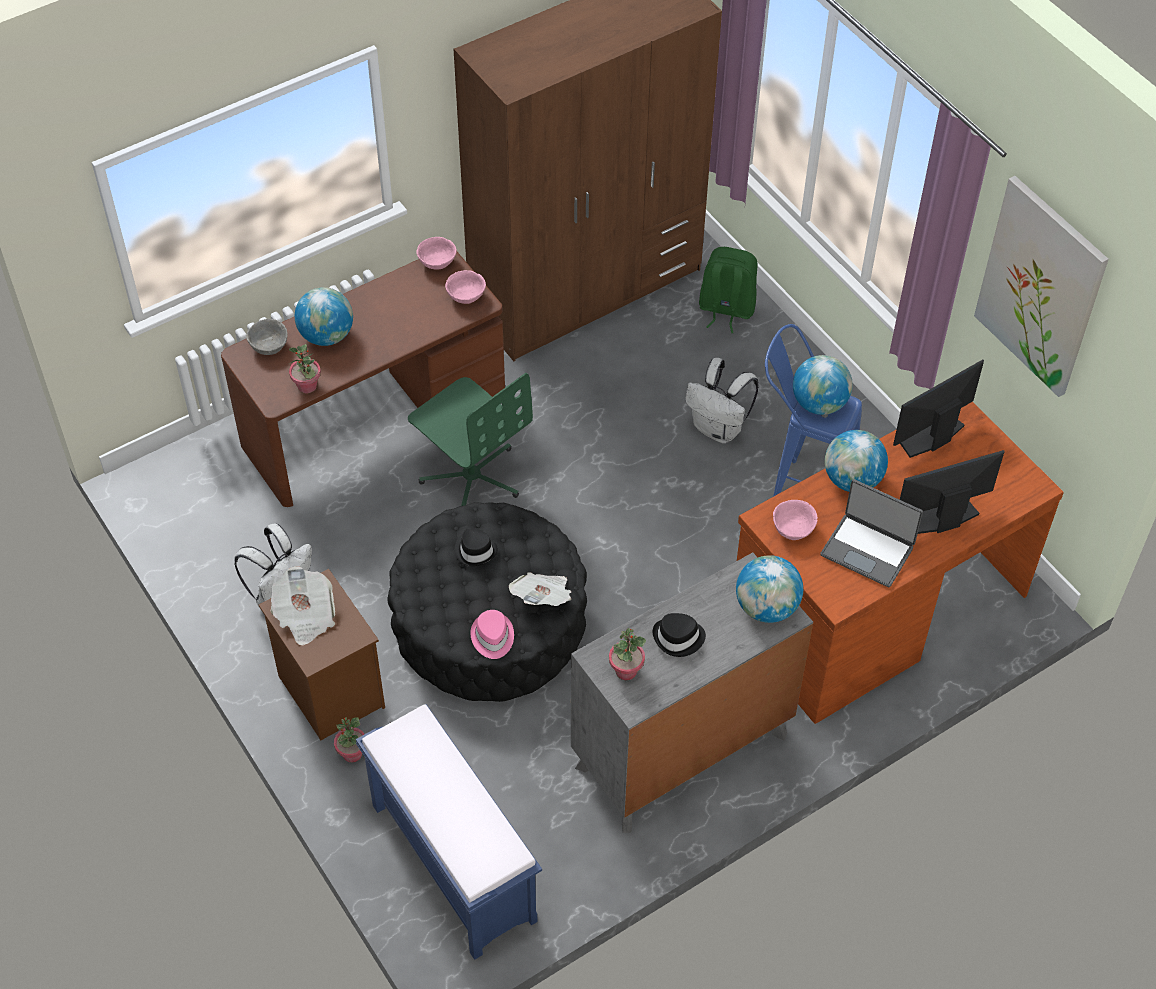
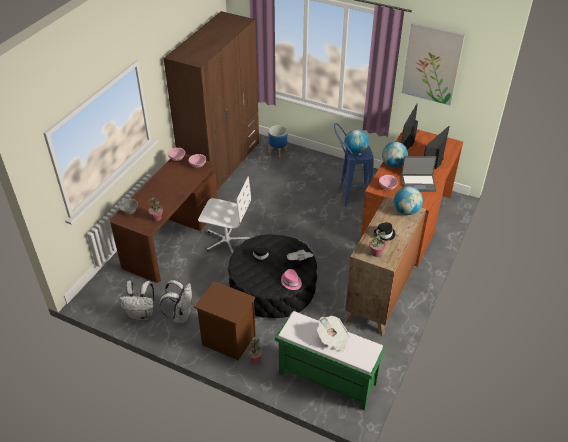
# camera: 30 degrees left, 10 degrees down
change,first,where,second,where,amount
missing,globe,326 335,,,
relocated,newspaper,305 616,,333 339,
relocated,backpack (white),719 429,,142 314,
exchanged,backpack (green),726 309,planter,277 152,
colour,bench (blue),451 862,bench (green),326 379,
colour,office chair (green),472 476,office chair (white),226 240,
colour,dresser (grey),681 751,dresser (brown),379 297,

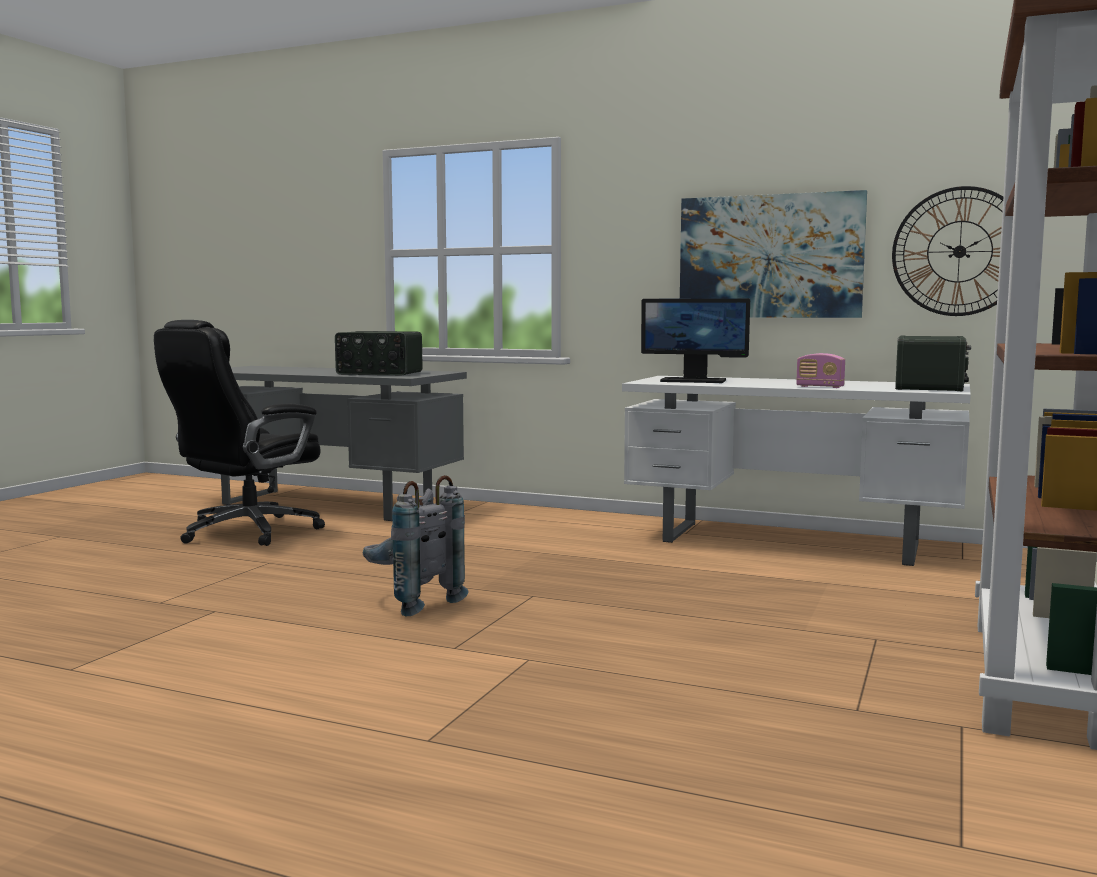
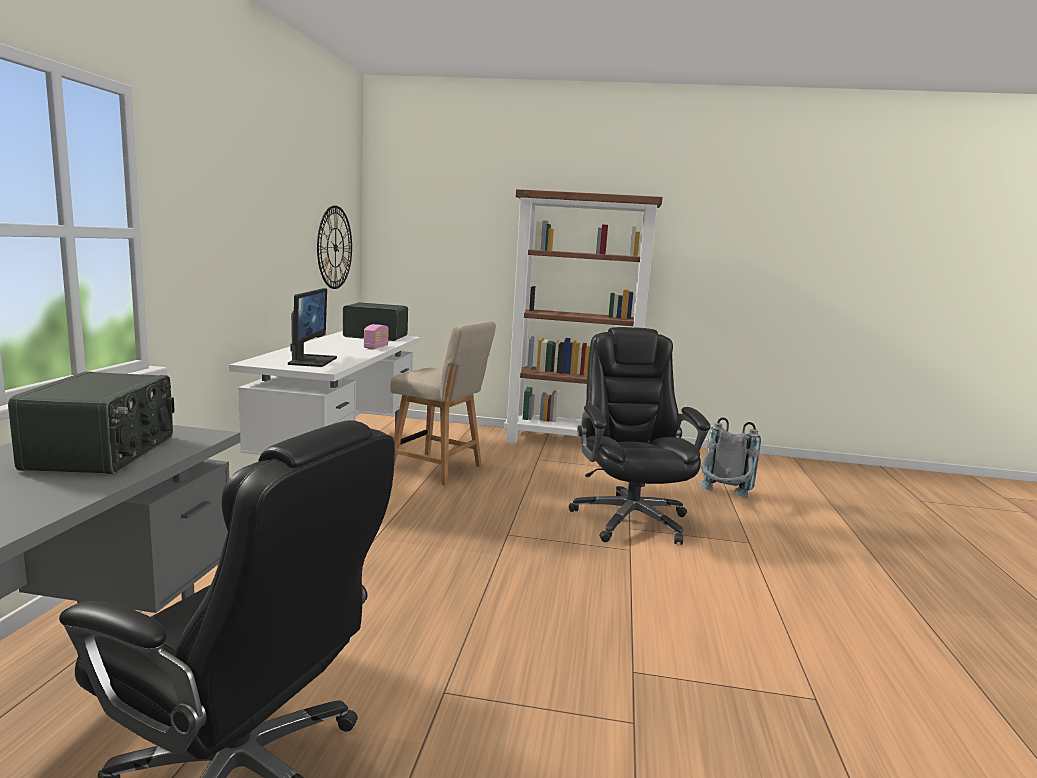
# camera: 105 degrees left, 5 degrees up
change,first,where,second,where,amount
missing,picture,770 256,,,
appeared,,,chair (beige),439 469,
appeared,,,office chair (black),630 519,
relocated,backpack (grey),410 602,,723 498,

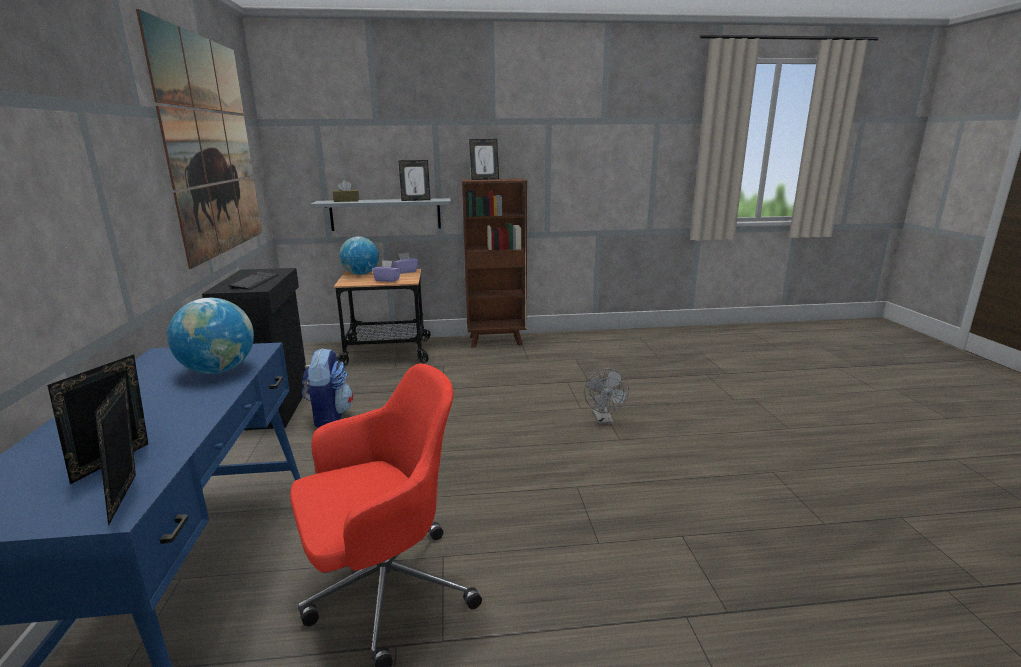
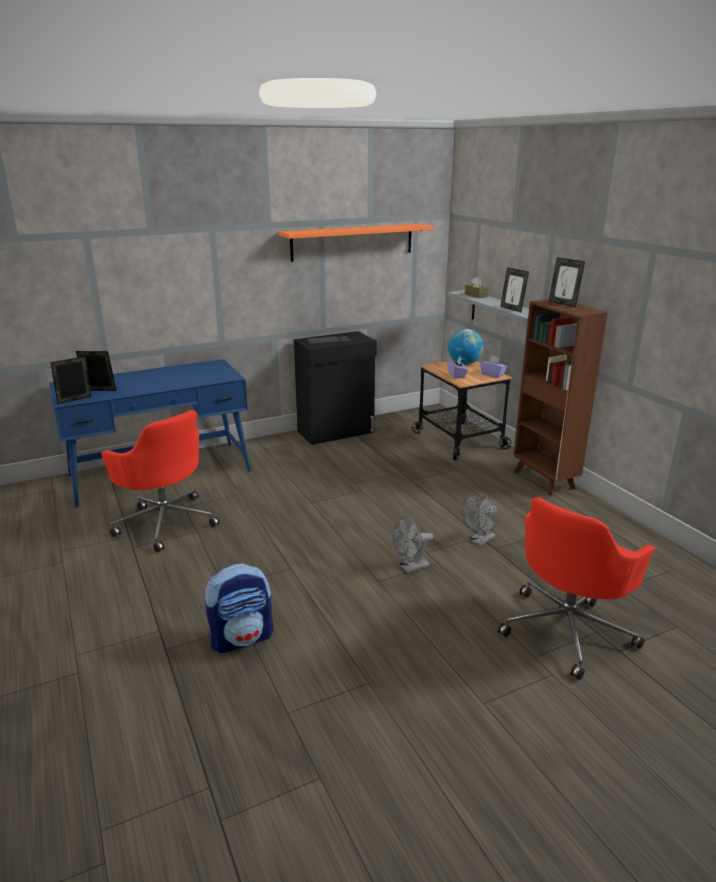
# camera: 70 degrees right, 5 degrees up
change,first,where,second,where,amount
missing,globe,219 370,,,
appeared,,,fan (grey),479 541,
appeared,,,office chair (red),567 629,
relocated,backpack,329 416,,242 638,
exchanged,picture,211 147,shelf (orange),352 242,

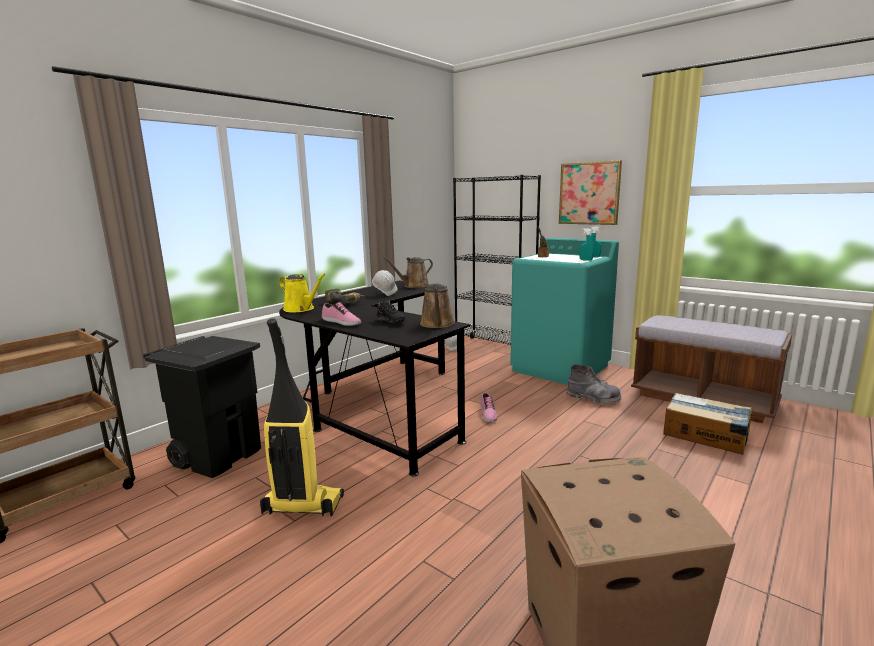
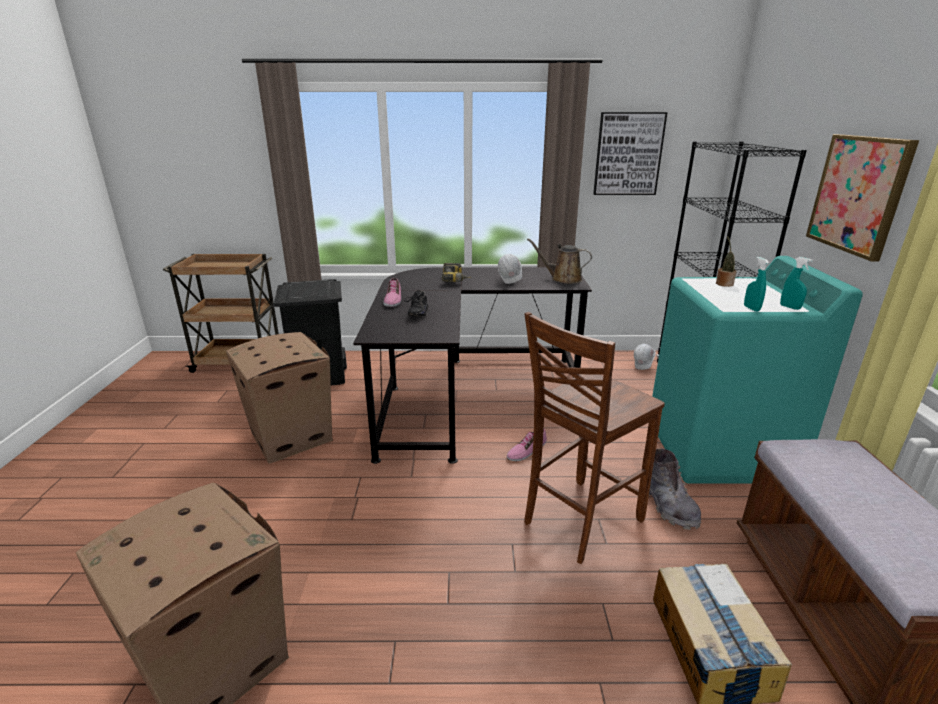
# camera: 50 degrees right, 10 degrees up
change,first,where,second,where,amount
missing,watering can (yellow),301 309,,,
missing,watering can (brown),437 324,,,
appeared,,,chair (brown),579 521,
appeared,,,picture,628 154,
exchanged,vacuum cleaner,302 506,cardboard box,291 436,

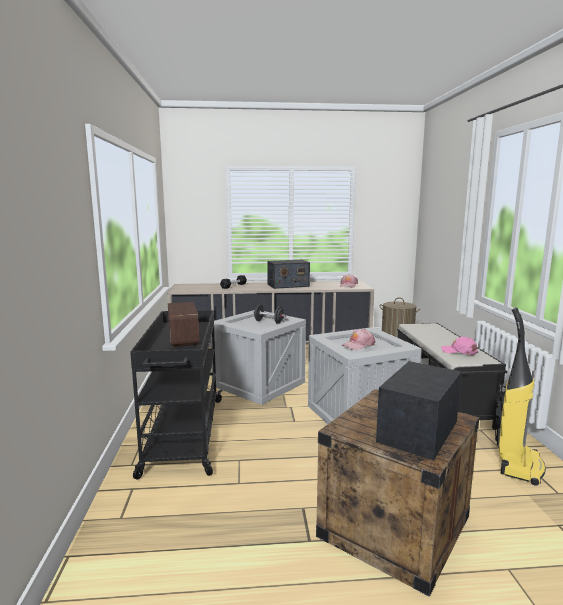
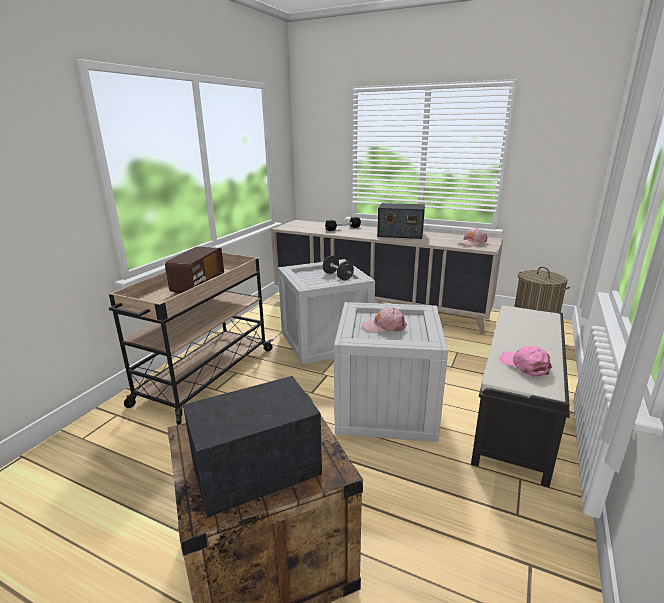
# camera: 30 degrees right, 10 degrees up
change,first,where,second,where,amount
missing,vacuum cleaner,518 465,,,
colour,cart (black),184 435,cart (beige),205 376,

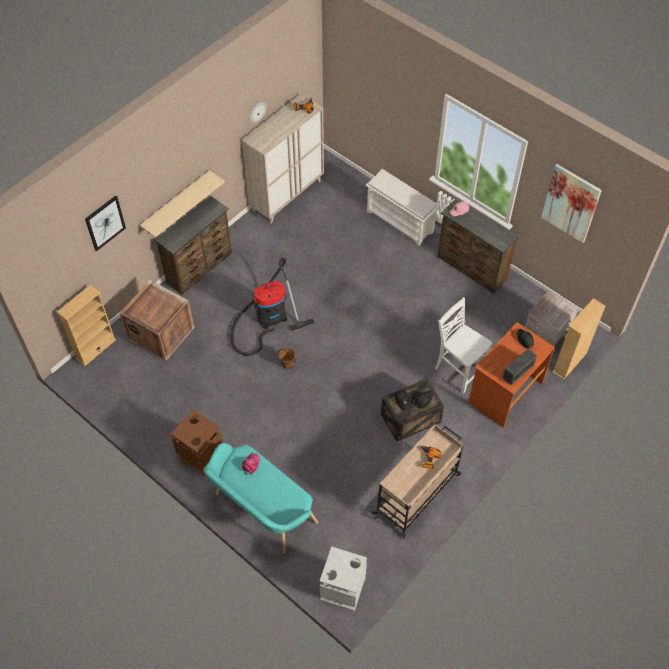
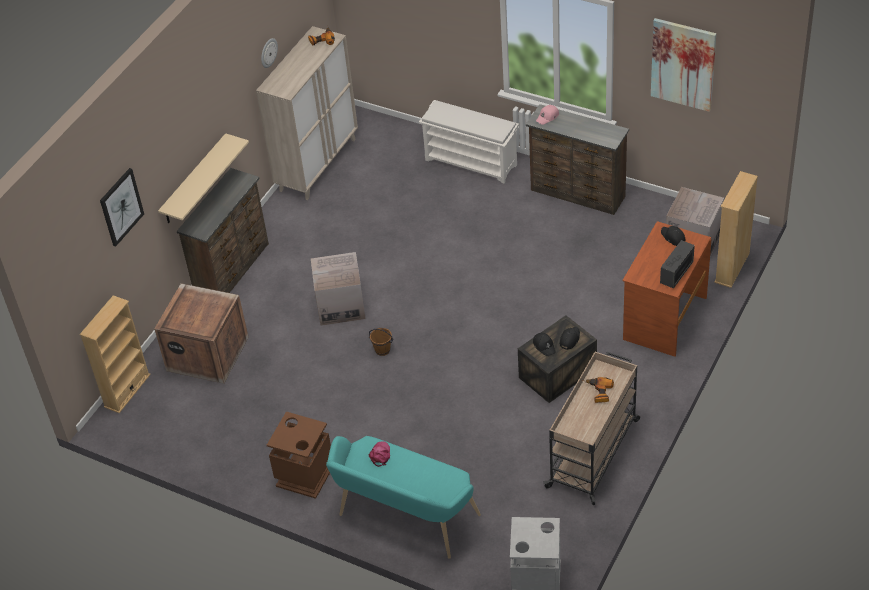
# camera: 10 degrees left, 10 degrees down
change,first,where,second,where,amount
missing,chair (white),458 370,,,
exchanged,vacuum cleaner,268 318,cardboard box,340 306,

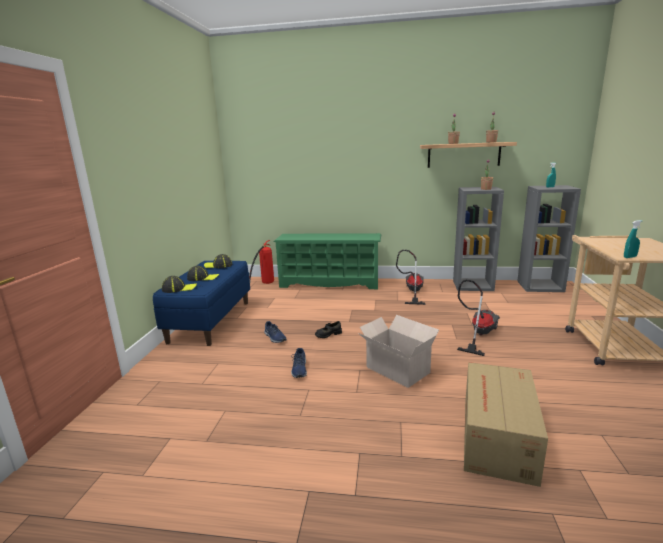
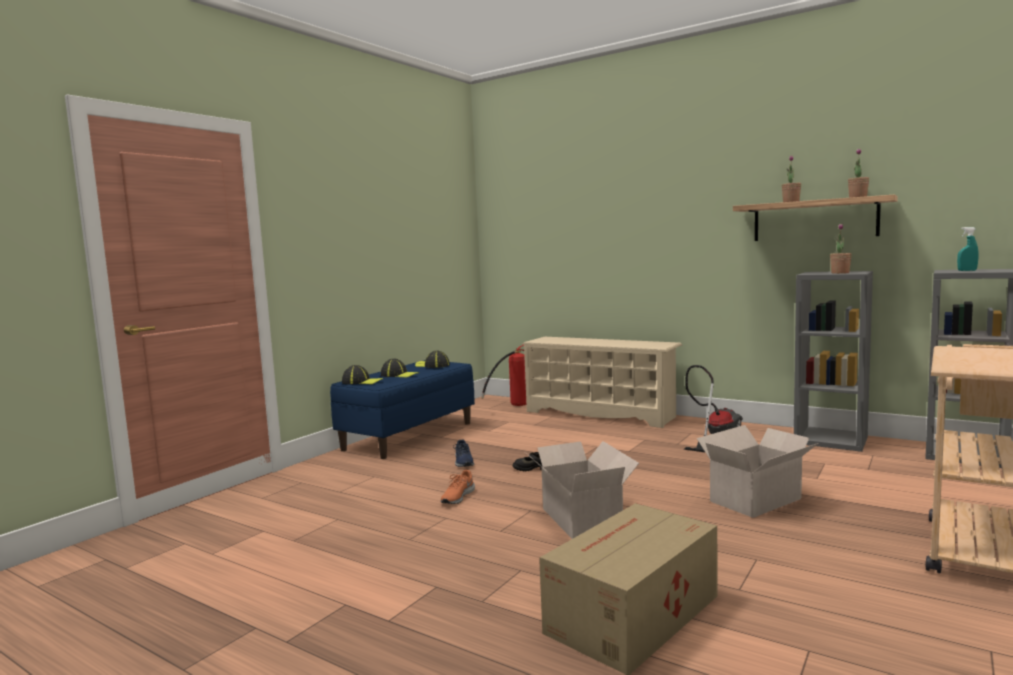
# camera: 25 degrees right, 10 degrees down
change,first,where,second,where,amount
missing,spray bottle (turquoise),630 257,,,
exchanged,vacuum cleaner,478 334,cardboard box,757 499,
colour,shoe rack (green),330 283,shoe rack (beige),601 414,
colour,shoe (blue),299 369,shoe (orange),457 497,

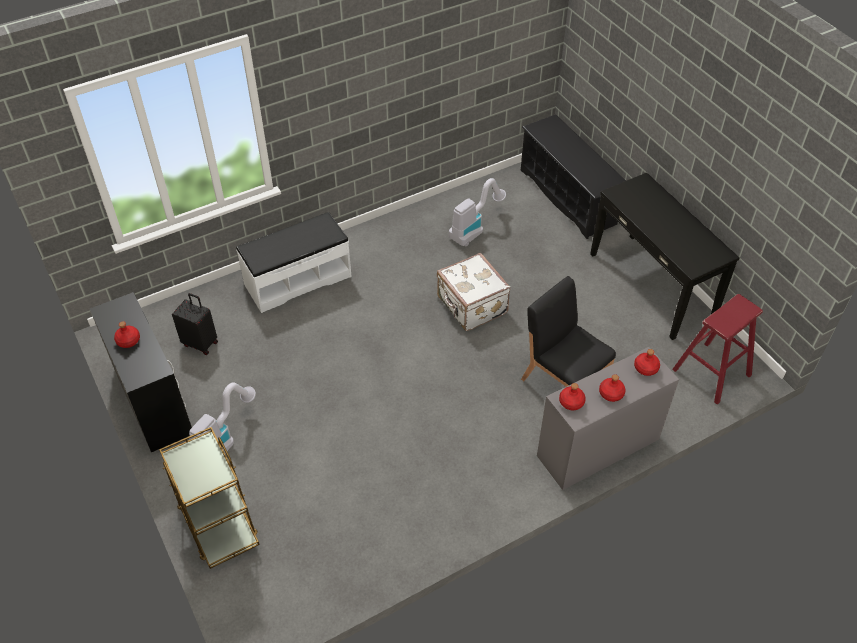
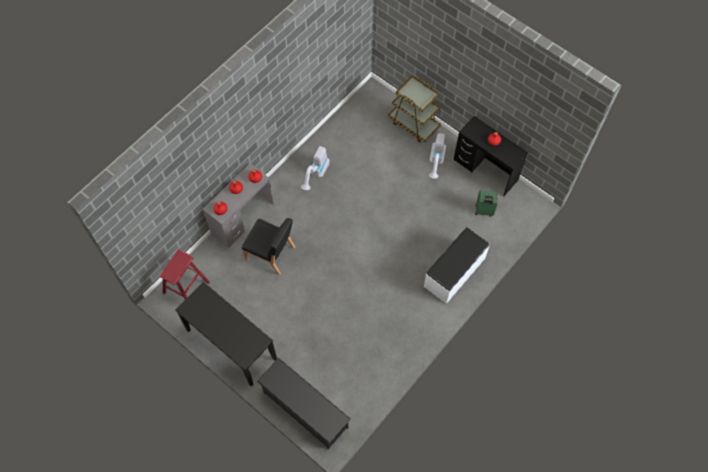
# camera: 160 degrees right, 15 degrees up
change,first,where,second,where,amount
missing,suitcase (white),471 306,,,
relocated,vacuum cleaner,474 228,,316 175,
colour,suitcase (black),201 343,suitcase (green),484 211,

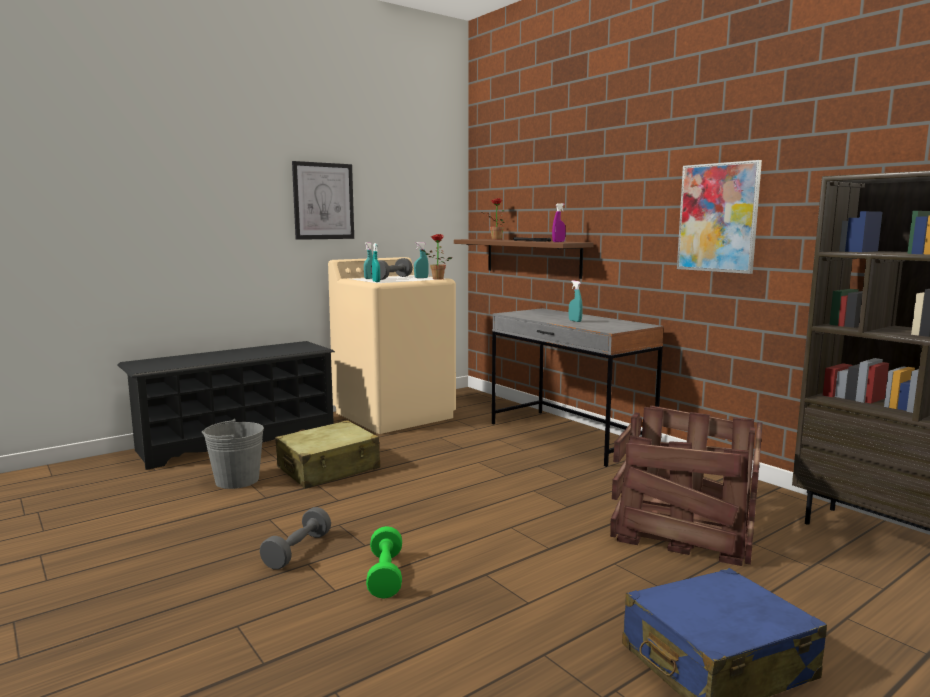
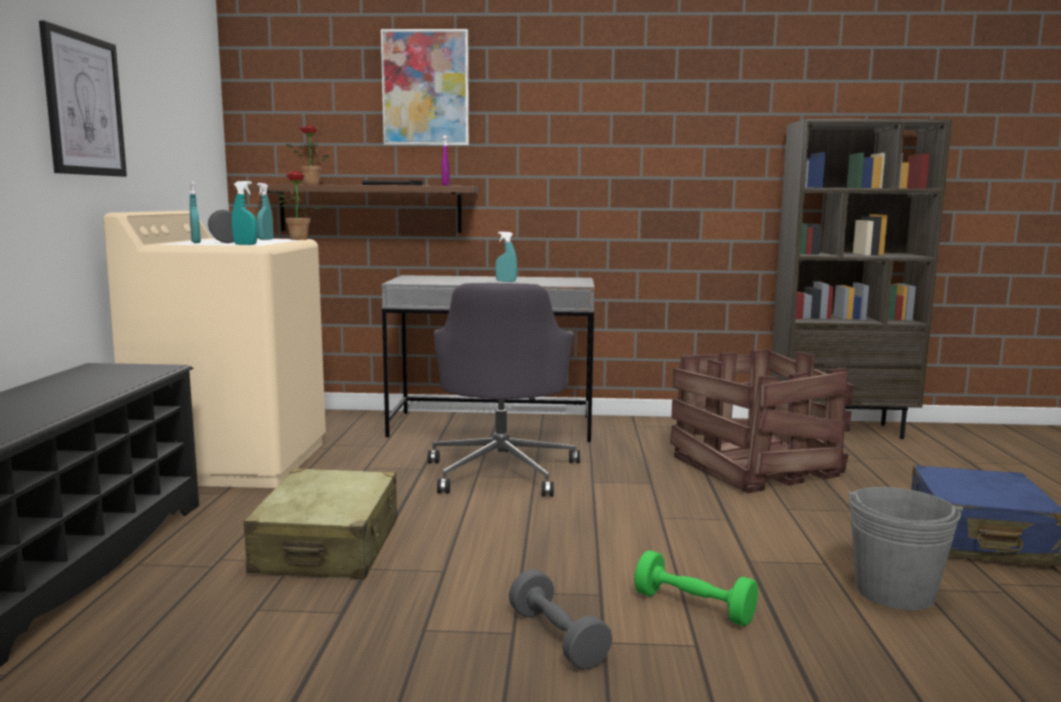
# camera: 50 degrees left, 0 degrees up
change,first,where,second,where,amount
appeared,,,office chair (grey),502 471,
relocated,bucket (grey),237 480,,894 592,
relocated,picture,718 217,,425 88,

